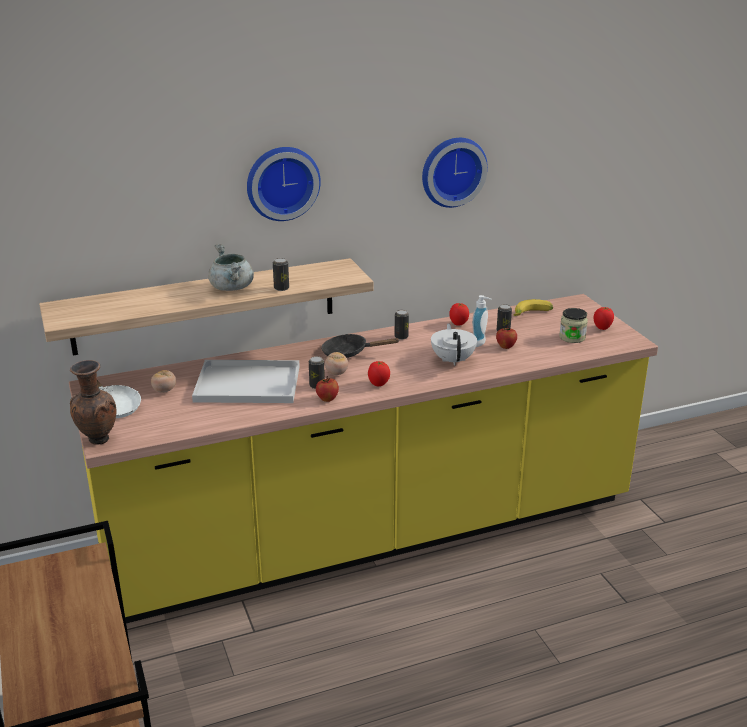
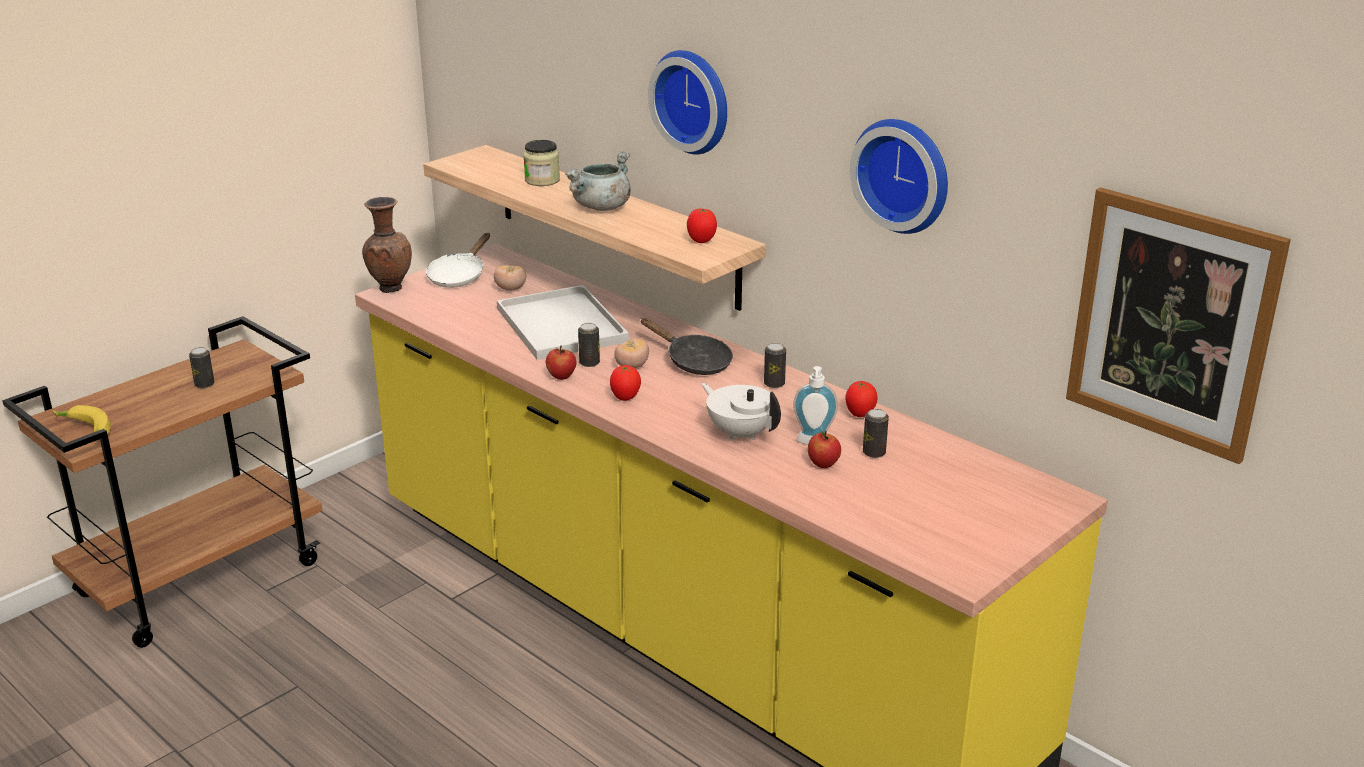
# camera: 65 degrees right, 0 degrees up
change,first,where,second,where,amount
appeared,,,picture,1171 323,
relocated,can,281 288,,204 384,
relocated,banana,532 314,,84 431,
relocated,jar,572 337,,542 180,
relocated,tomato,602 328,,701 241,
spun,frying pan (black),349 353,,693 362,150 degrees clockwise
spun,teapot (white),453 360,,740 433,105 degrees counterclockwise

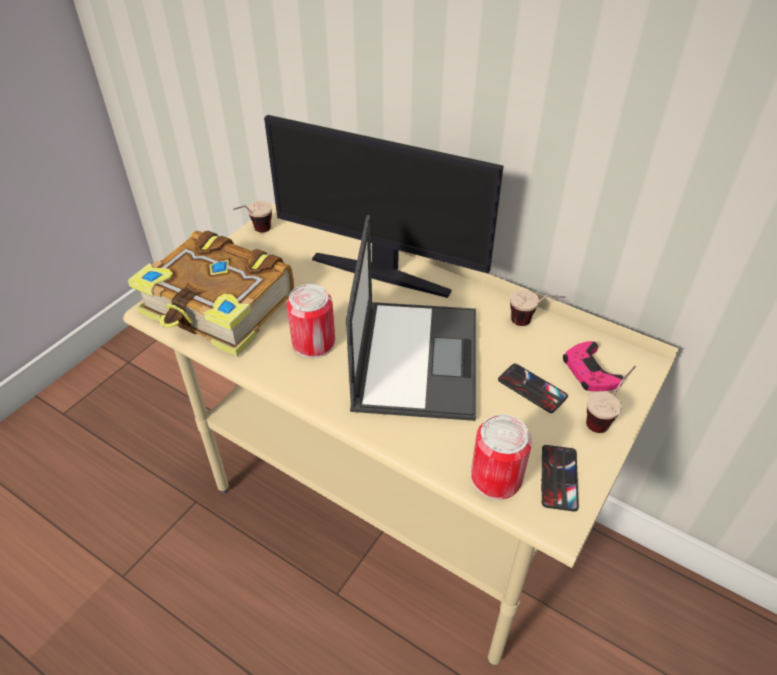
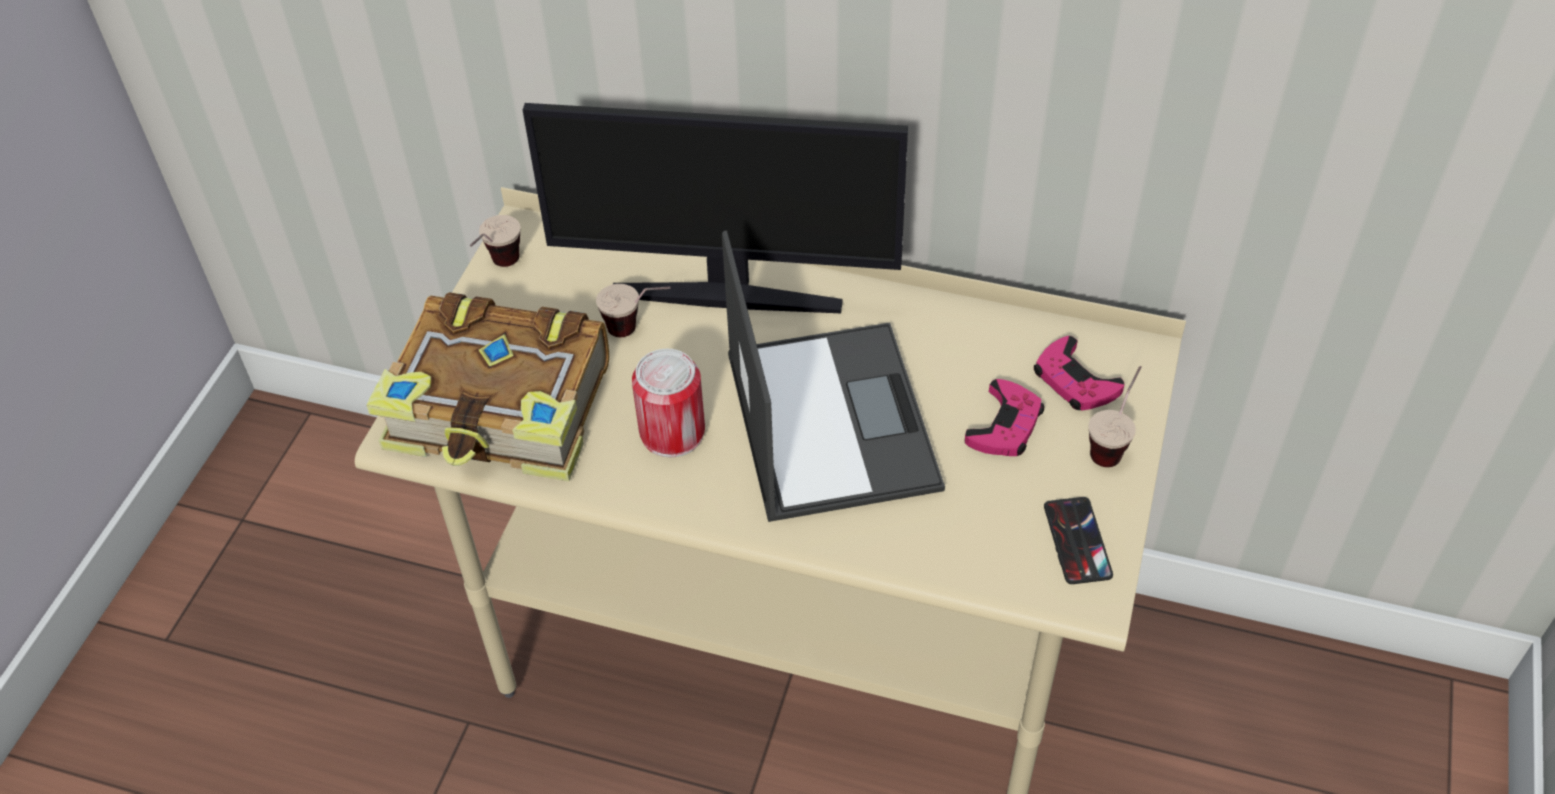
# camera: 15 degrees left, 5 degrees up
change,first,where,second,where,amount
missing,can,496 478,,,
relocated,cup,531 324,,638 330,
exchanged,phone,532 388,game controller (pink),1005 425,

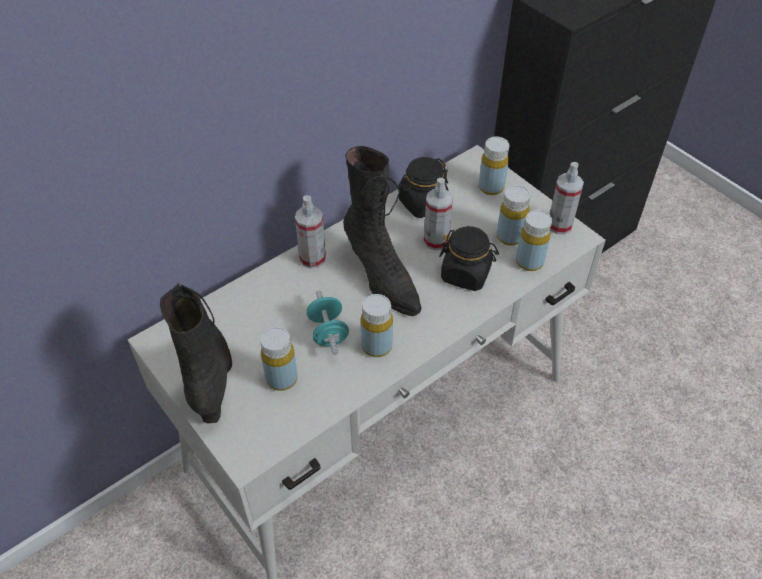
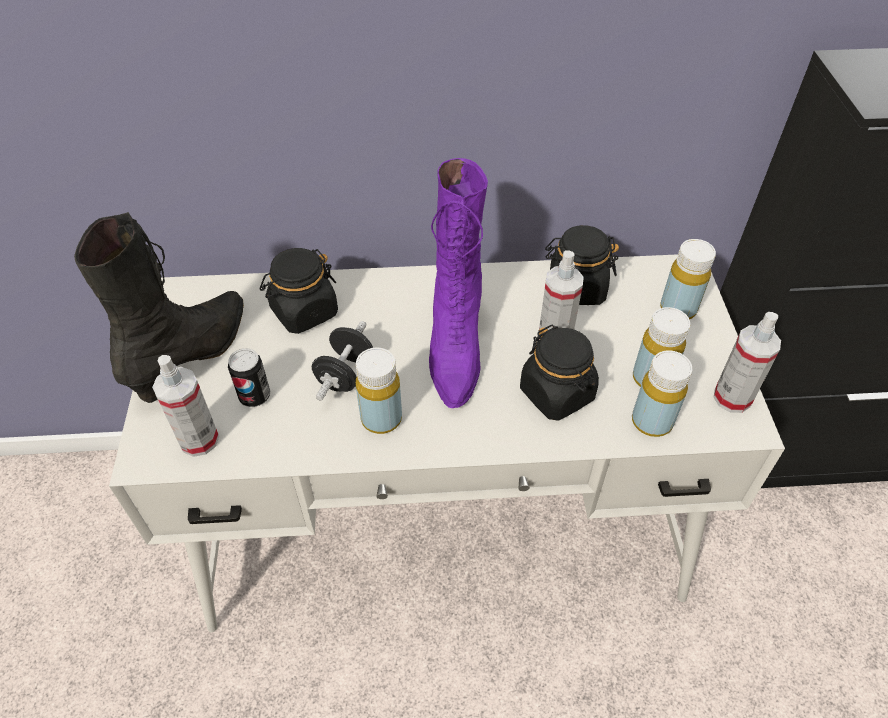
# camera: 35 degrees right, 0 degrees up
change,first,where,second,where,amount
appeared,,,jar (black),304 312,
relocated,spray bottle,312 258,,199 440,
exchanged,bottle (yellow),281 378,can,255 396,
colour,dumbbell (turquoise),328 332,dumbbell (black),345 374,
colour,boot (black),381 278,boot (purple),455 346,

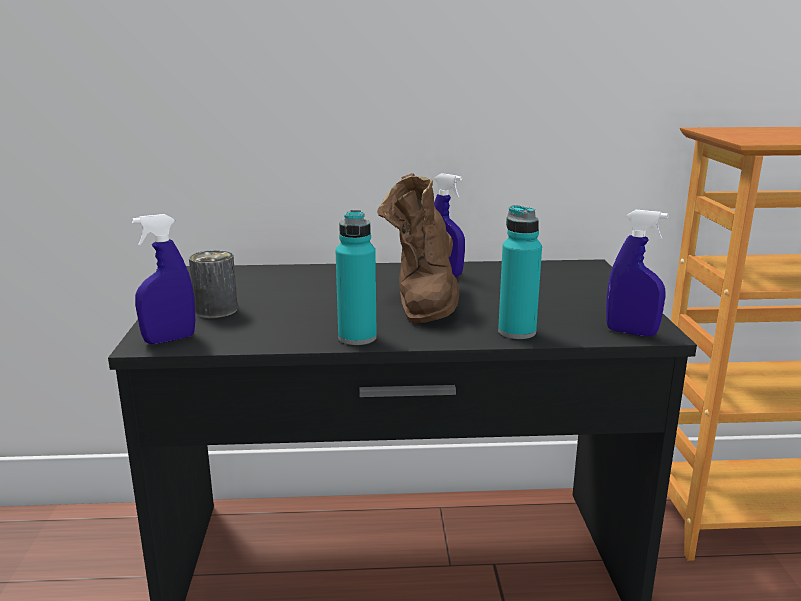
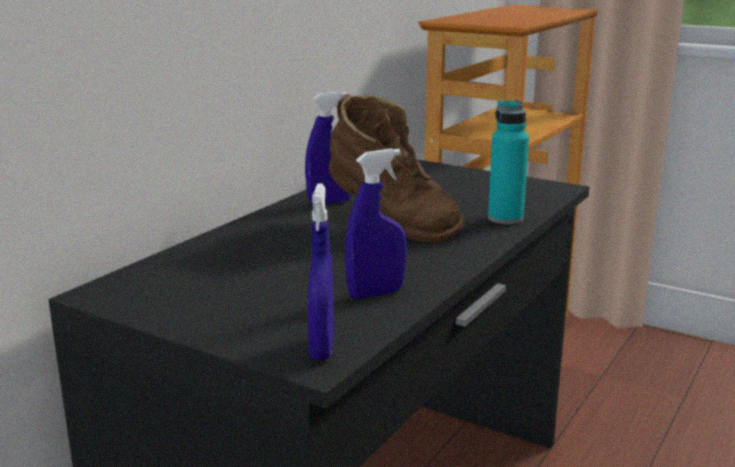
# camera: 55 degrees left, 0 degrees up
change,first,where,second,where,amount
missing,can,216 310,,,
missing,bottle (turquoise),357 338,,,
relocated,spray bottle (blue),631 332,,376 293,

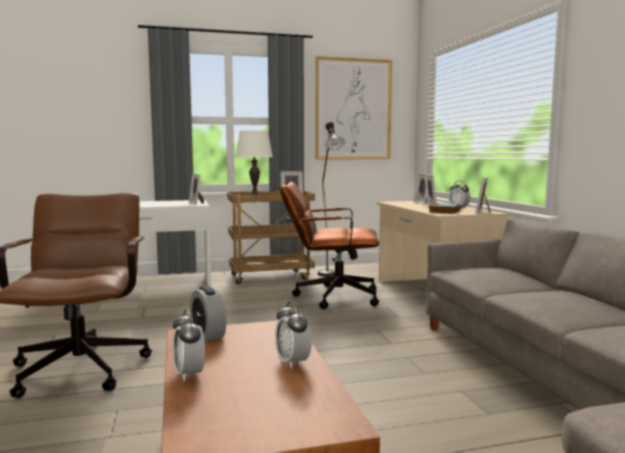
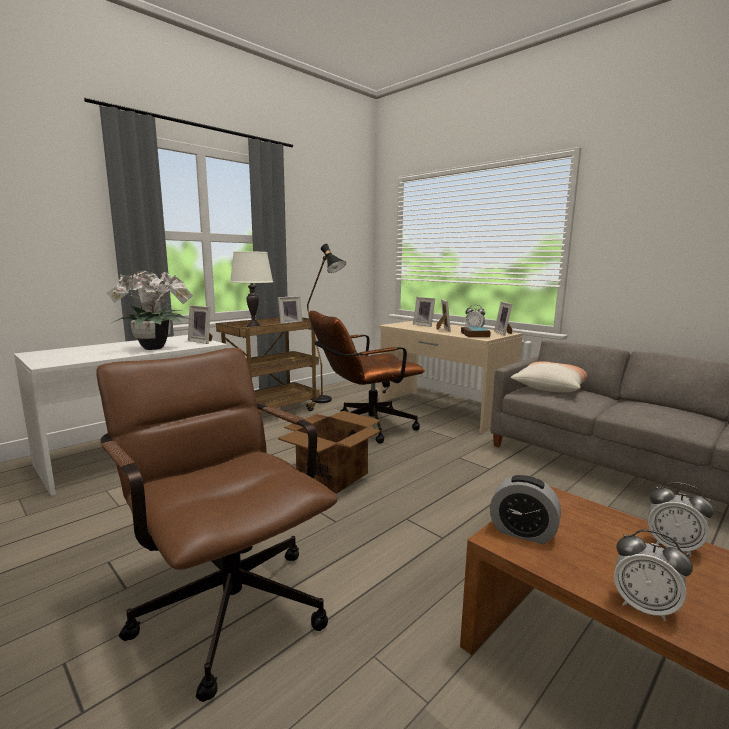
# camera: 30 degrees left, 5 degrees up
change,first,where,second,where,amount
missing,picture,353 109,,,
appeared,,,potted plant,156 348,
appeared,,,cardboard box,333 475,
appeared,,,pillow,550 387,

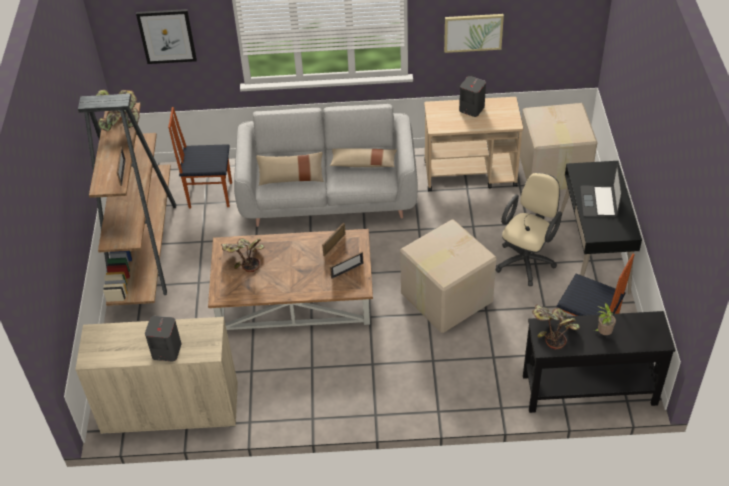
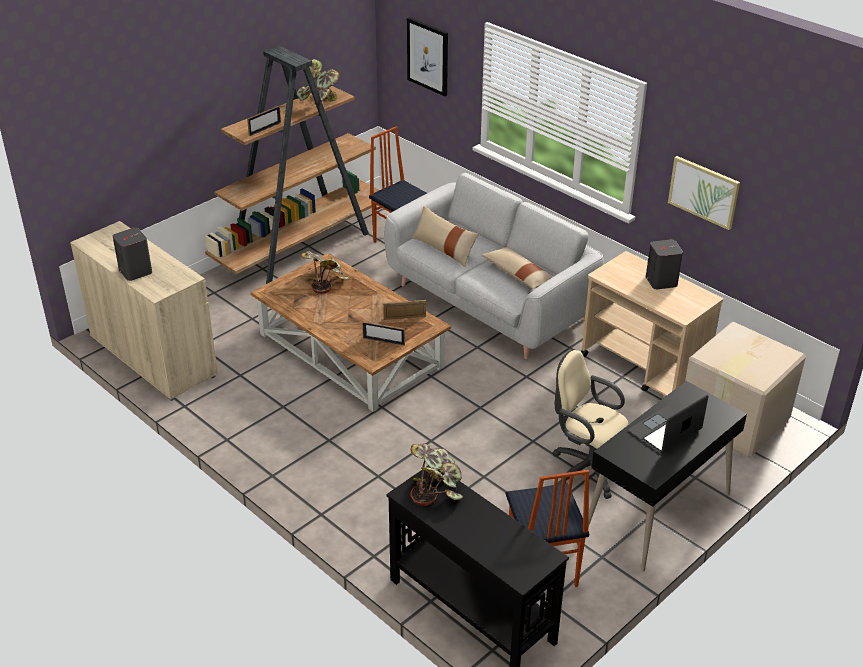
# camera: 45 degrees right, 10 degrees down
change,first,where,second,where,amount
missing,cardboard box,445 297,,,
missing,potted plant,603 333,,,
spun,office chair (beige),527 260,,585 468,135 degrees counterclockwise

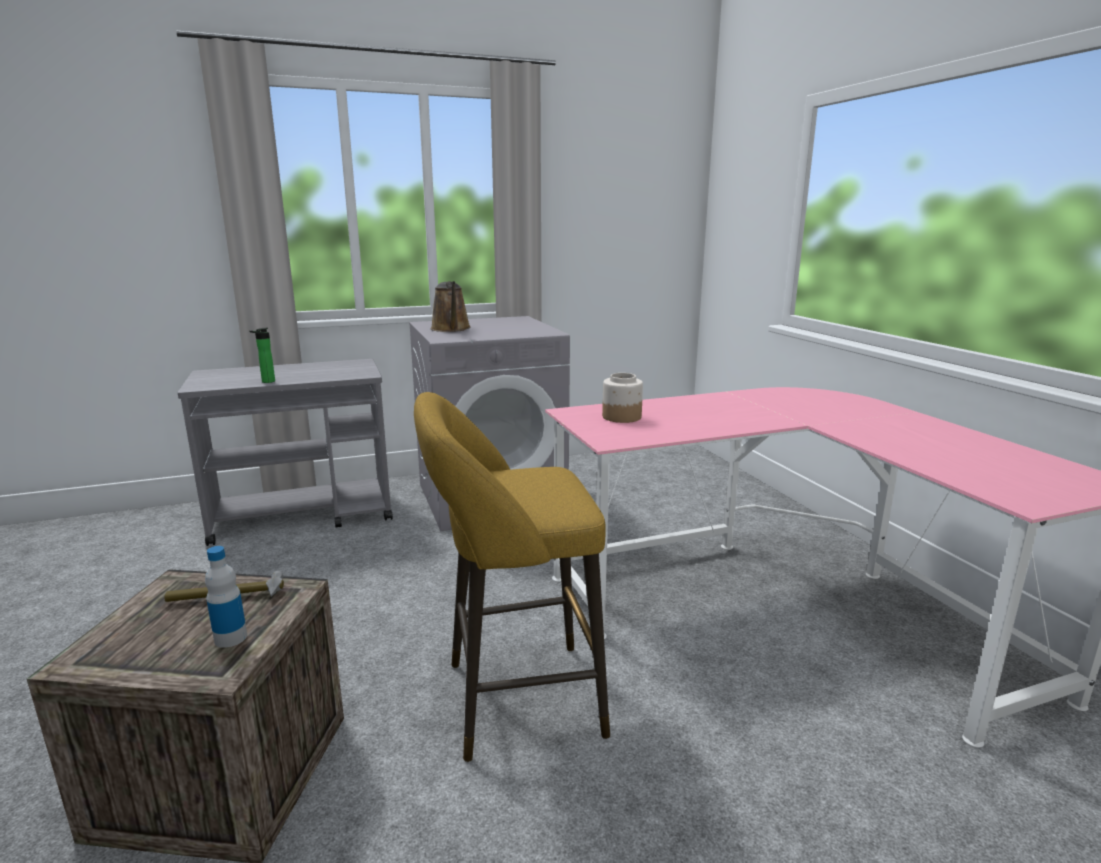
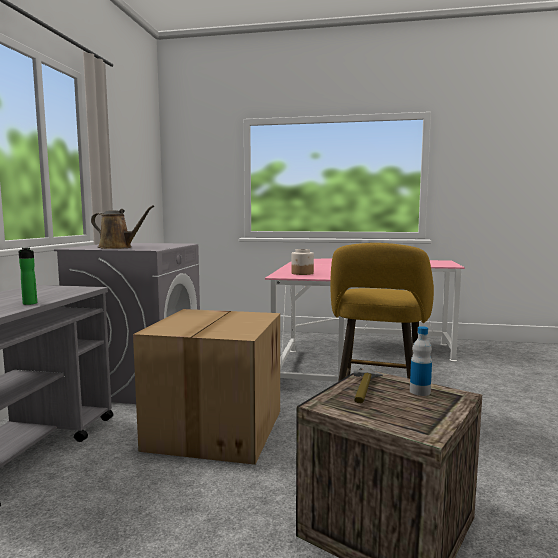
# camera: 60 degrees left, 10 degrees down
change,first,where,second,where,amount
appeared,,,cardboard box,214 428,

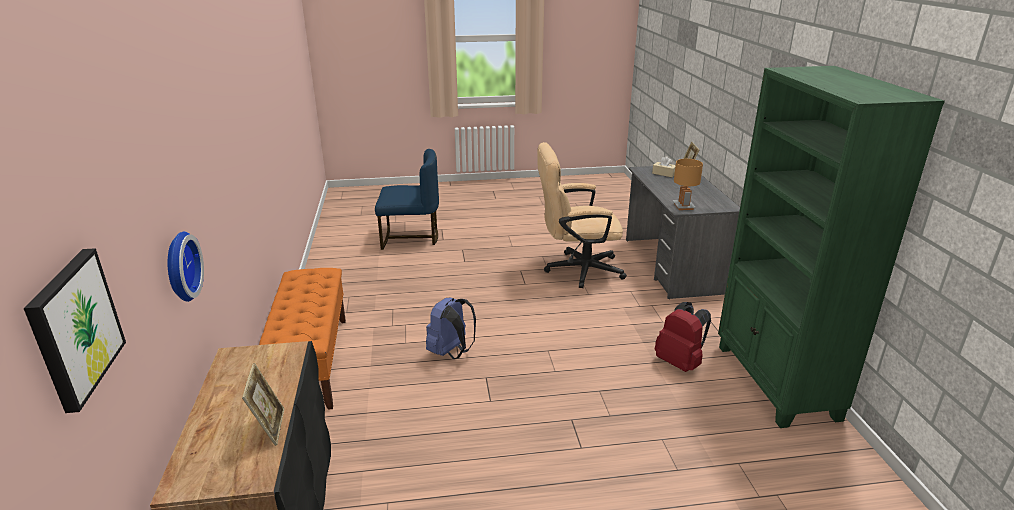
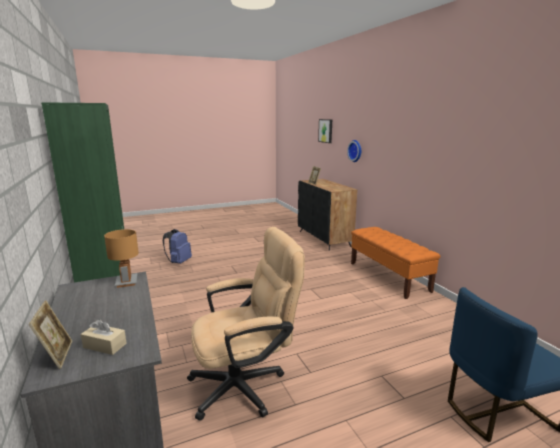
# camera: 165 degrees right, 10 degrees down
change,first,where,second,where,amount
missing,backpack (red),680 363,,,
relocated,backpack (blue),451 352,,179 262,

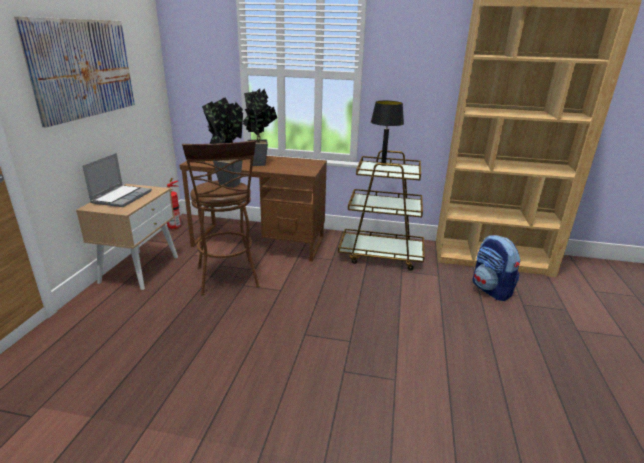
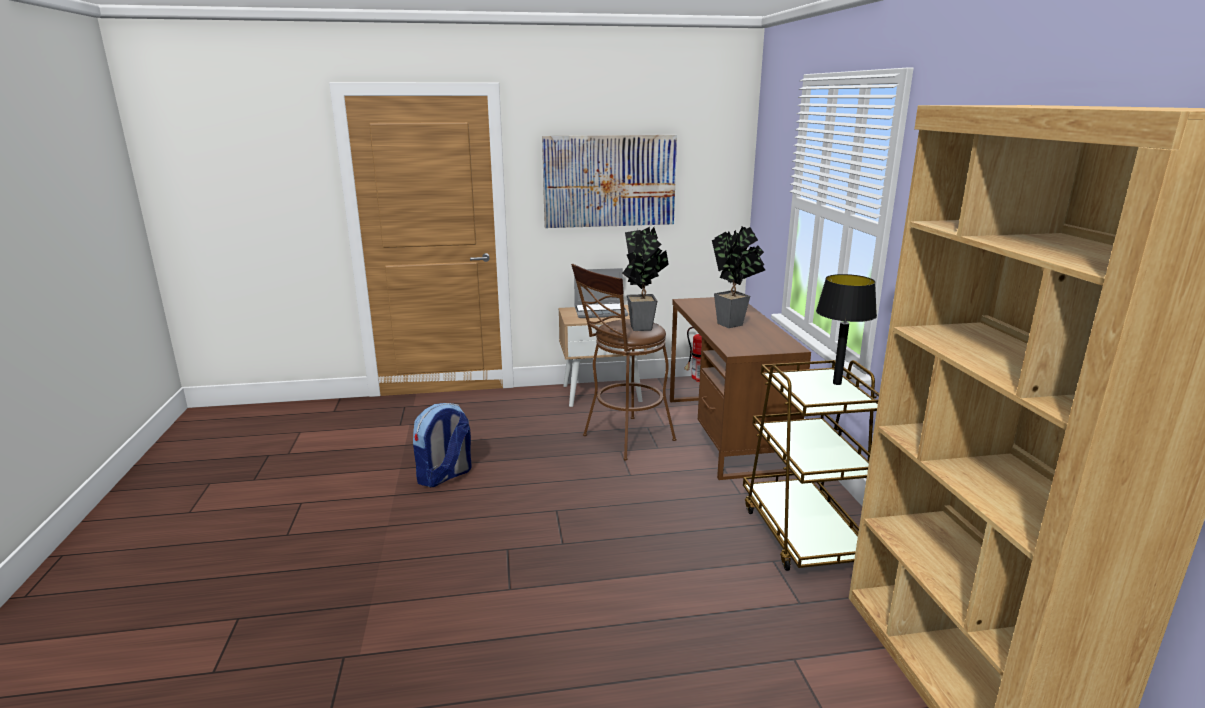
# camera: 70 degrees right, 5 degrees down
change,first,where,second,where,amount
relocated,backpack,491 290,,444 476,

